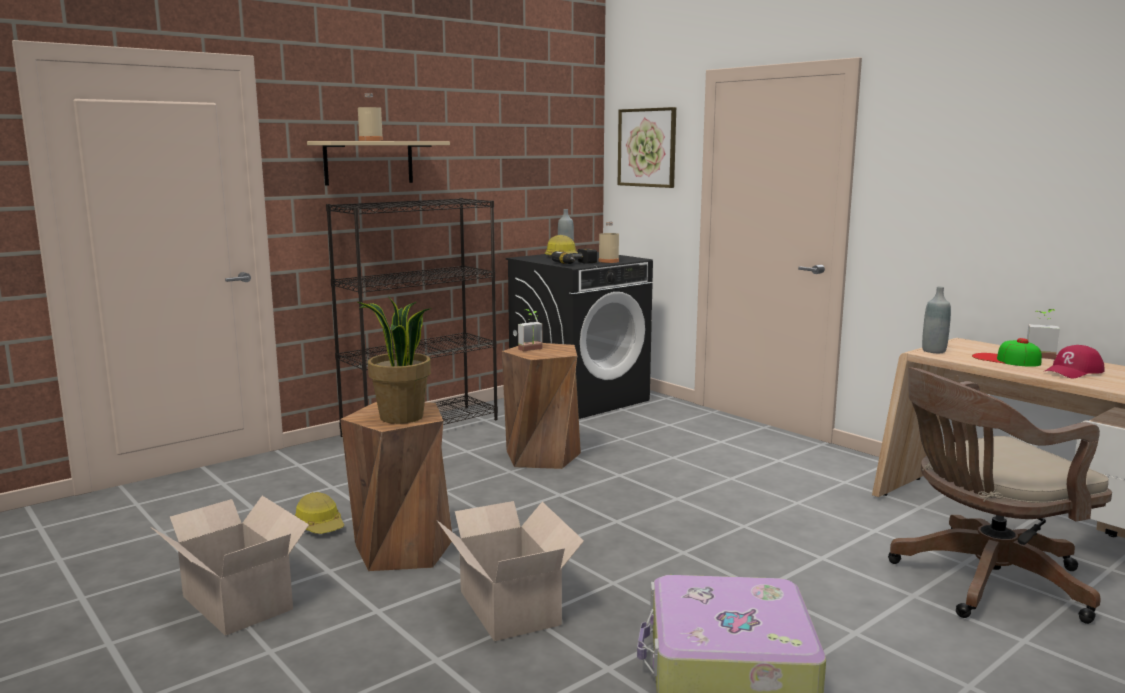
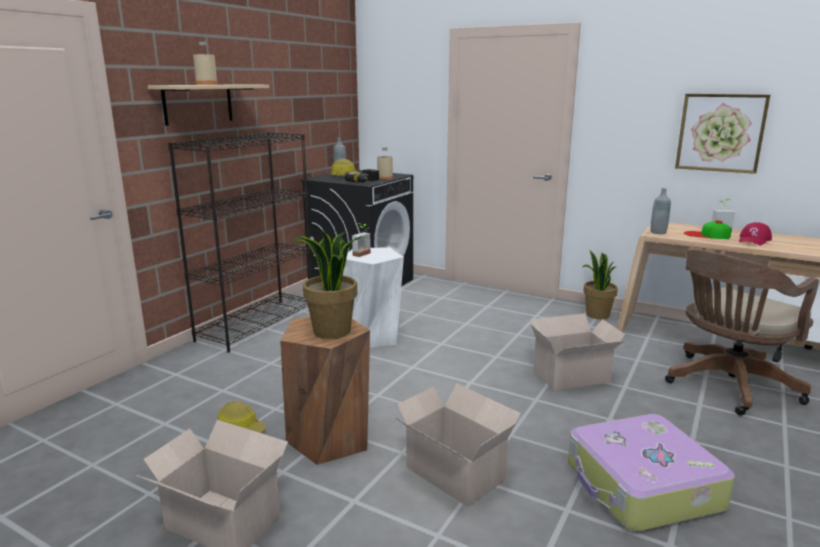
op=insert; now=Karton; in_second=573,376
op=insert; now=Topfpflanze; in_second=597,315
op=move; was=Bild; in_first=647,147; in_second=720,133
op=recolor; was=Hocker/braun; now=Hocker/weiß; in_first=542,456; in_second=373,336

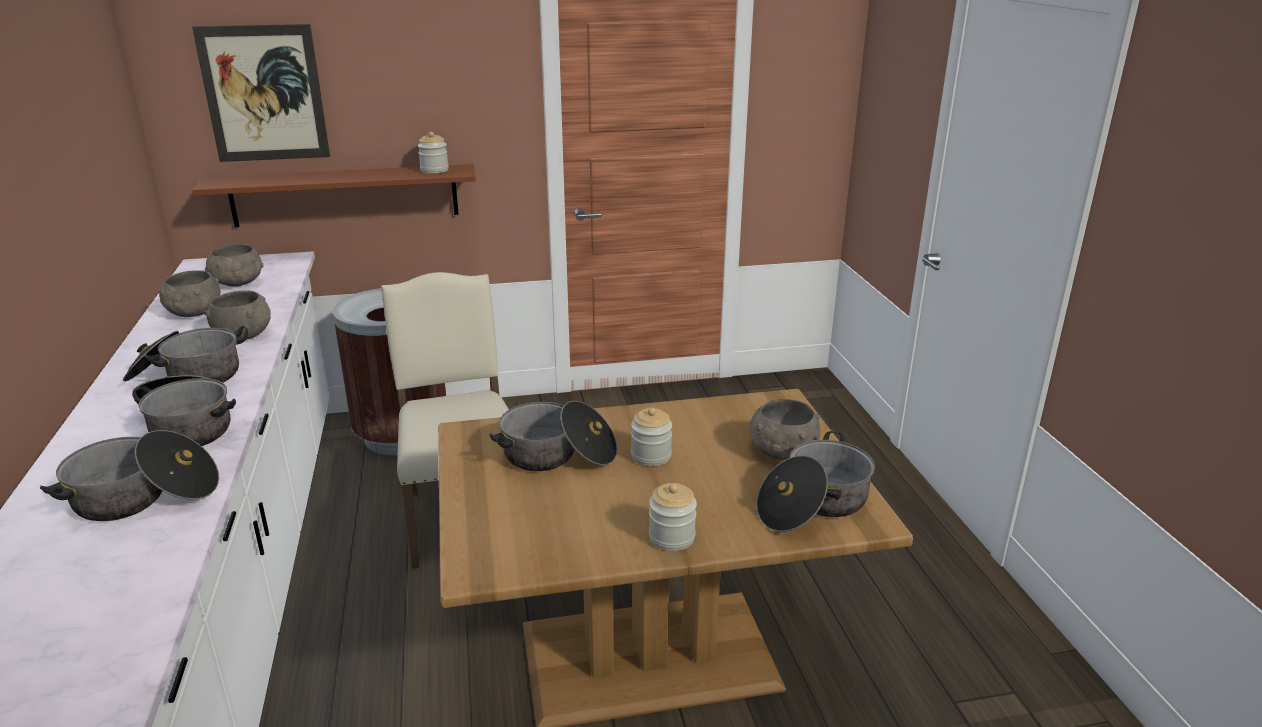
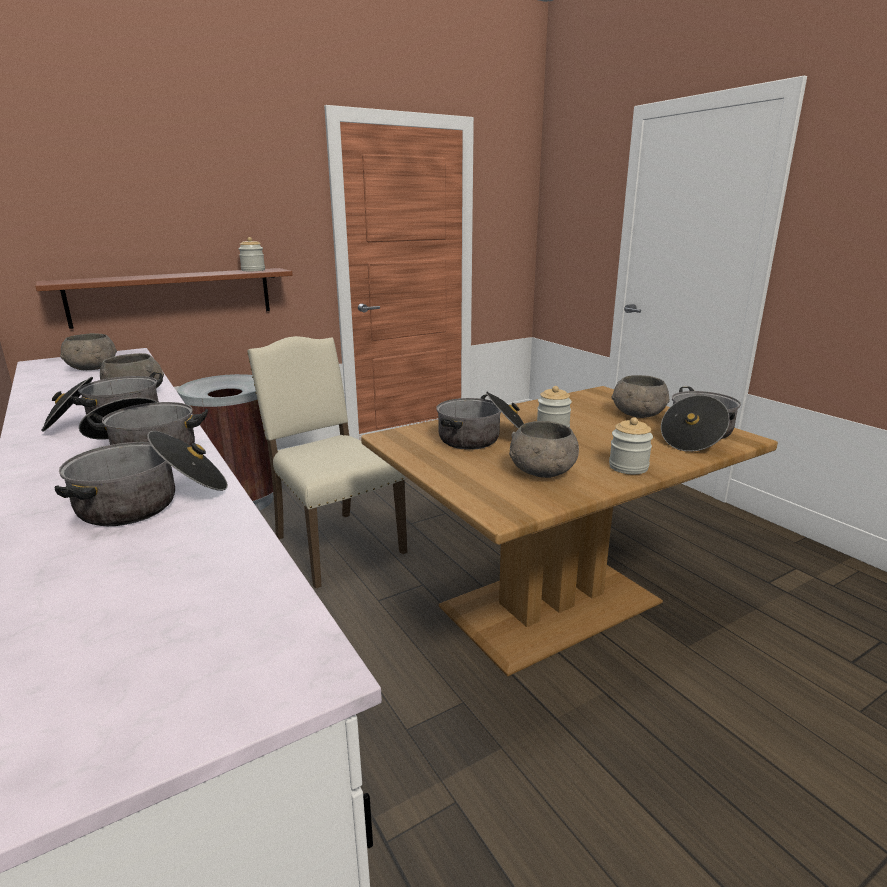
op=delete; was=Bild; in_first=264,94
op=move; was=Schüssel/grau; in_first=194,313; in_second=542,472

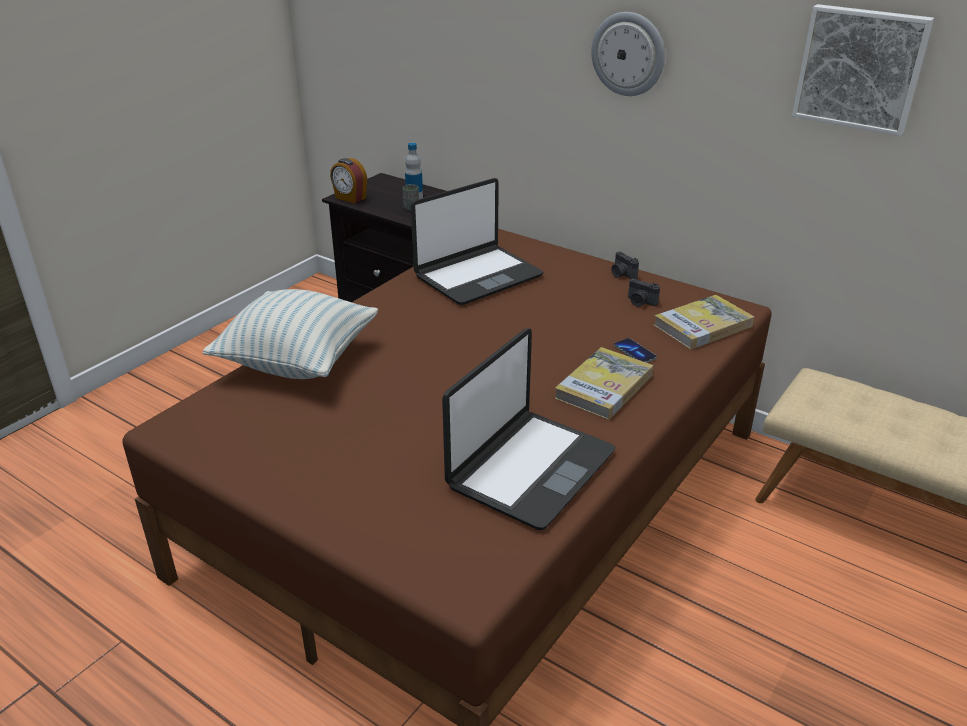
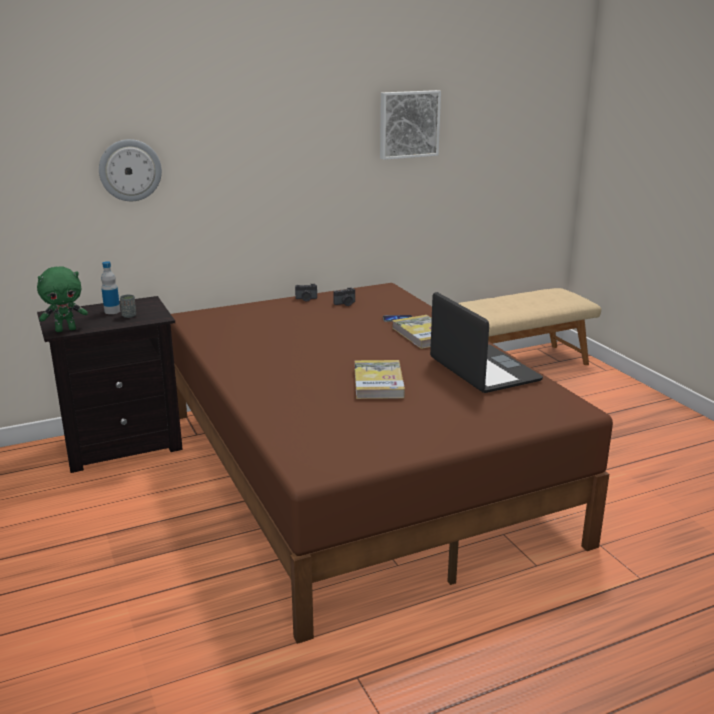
op=delete; was=Kissen; in_first=298,361
op=delete; was=Laptop; in_first=477,276
op=move; was=Wanduhr; in_first=628,54; in_second=130,170
op=move; was=Buch; in_first=703,326; in_second=378,383
op=replace; was=Wecker; now=Plüschtier/grün; in_first=350,198; in_second=66,330

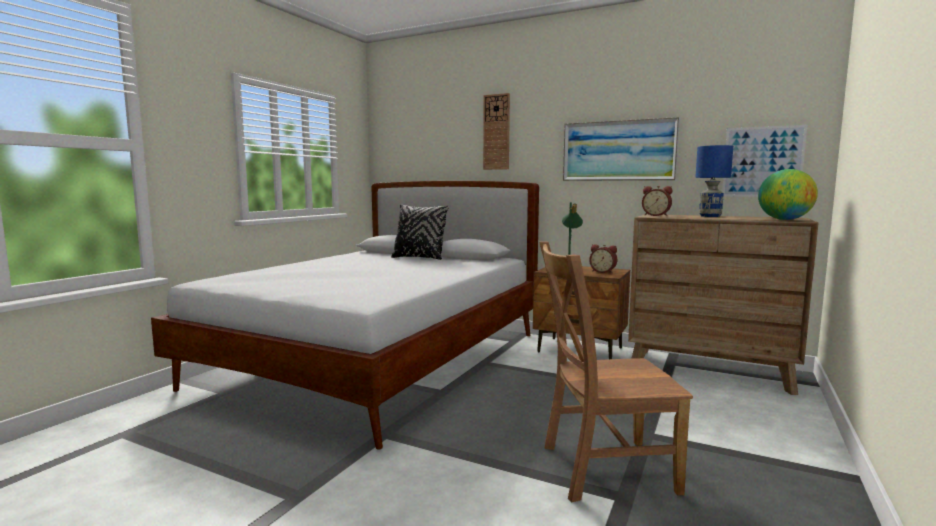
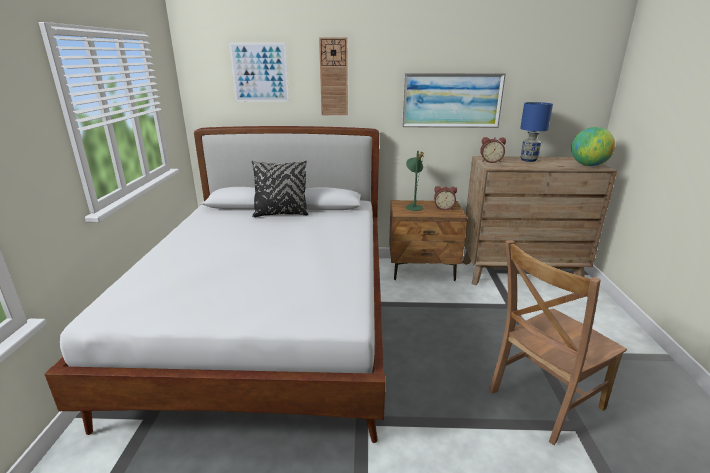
op=move; was=Bild; in_first=762,162; in_second=260,72

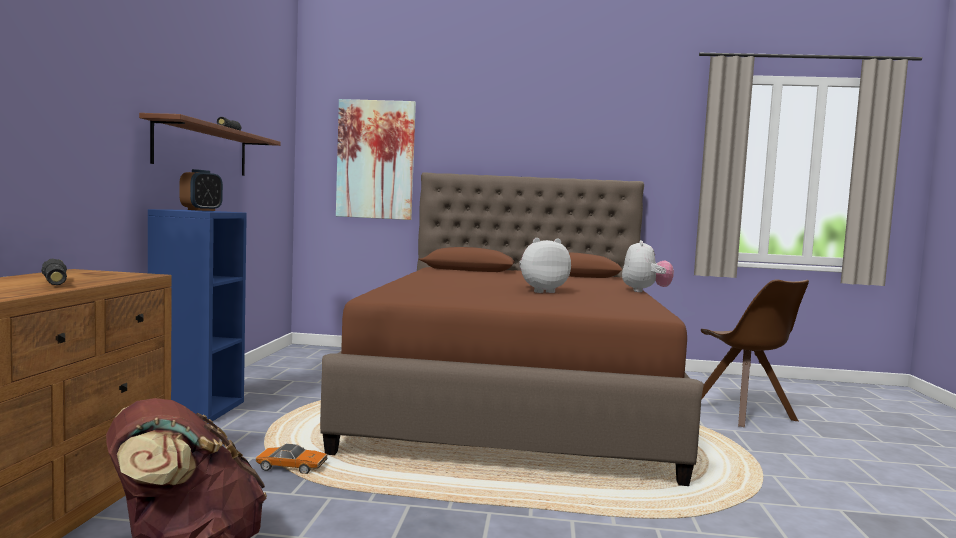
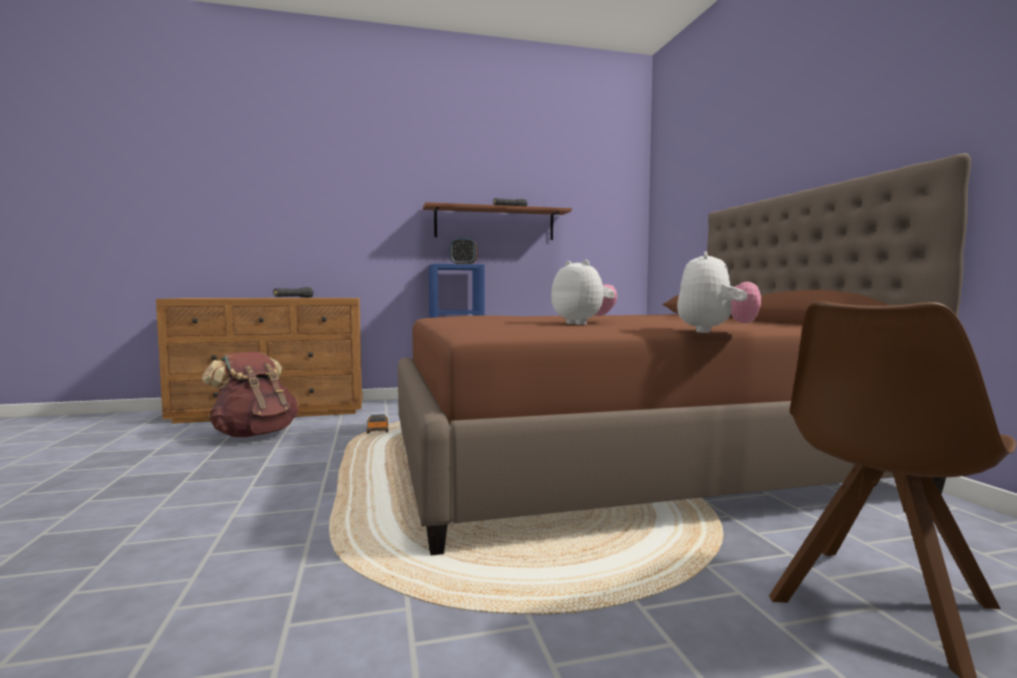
op=delete; was=Bild; in_first=375,159
op=rotate; was=Plüschtier; in_first=645,291; in_second=715,332; clockwise=-60

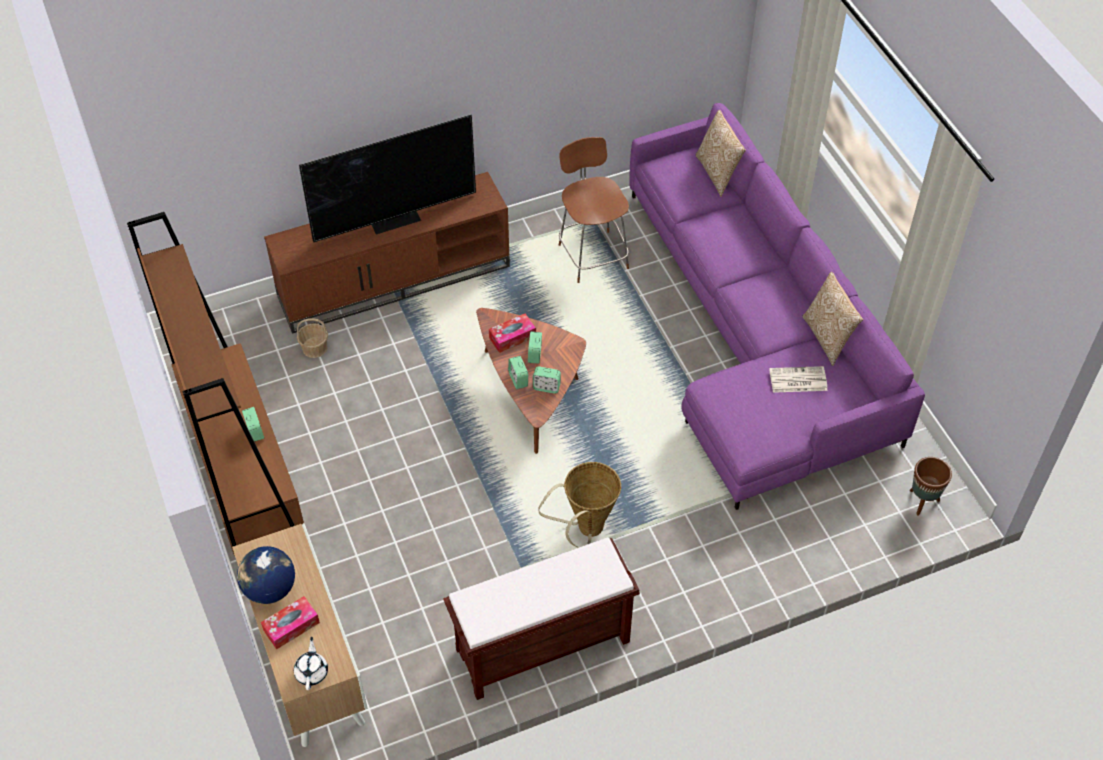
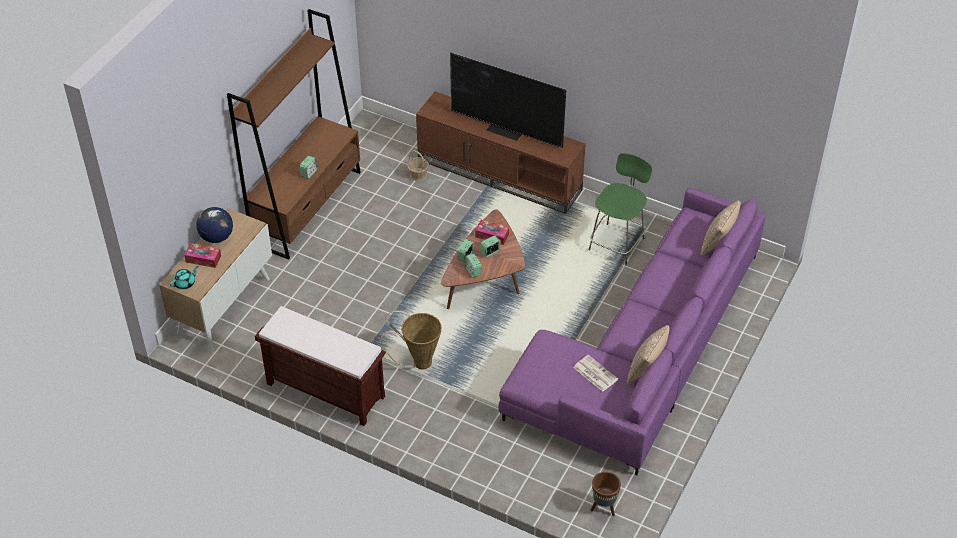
op=recolor; was=Teekanne/weiß; now=Teekanne/türkis; in_first=312,672; in_second=185,283
op=recolor; was=Hocker/braun; now=Hocker/grün; in_first=592,254; in_second=617,243

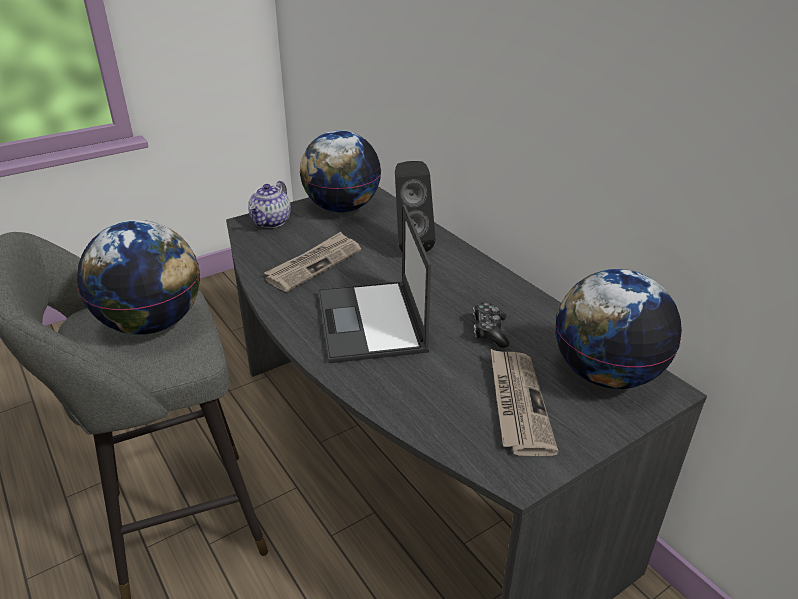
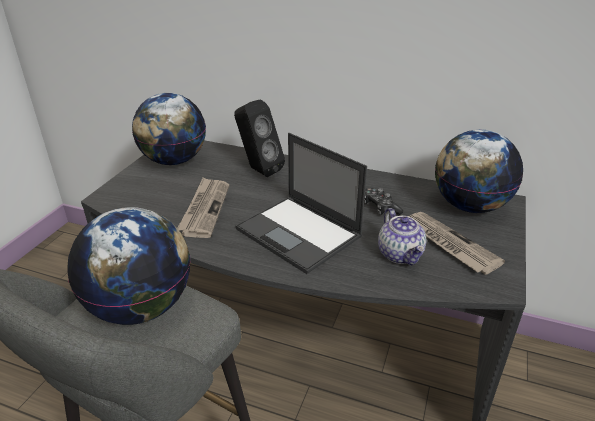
op=move; was=Teekanne; in_first=271,222; in_second=400,254

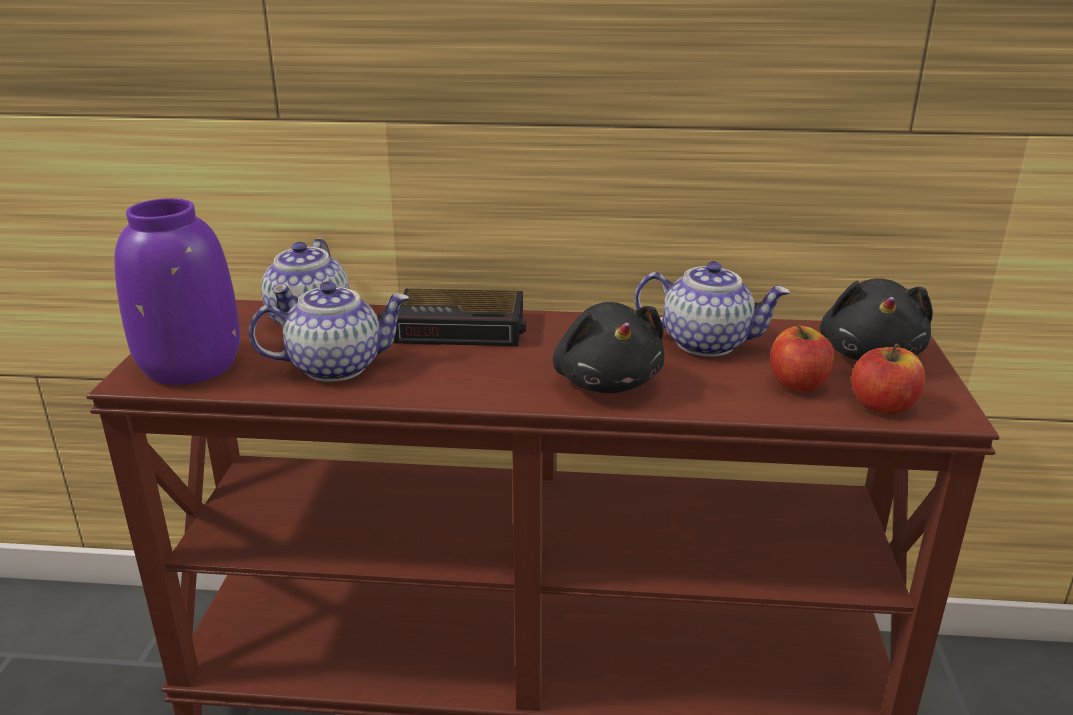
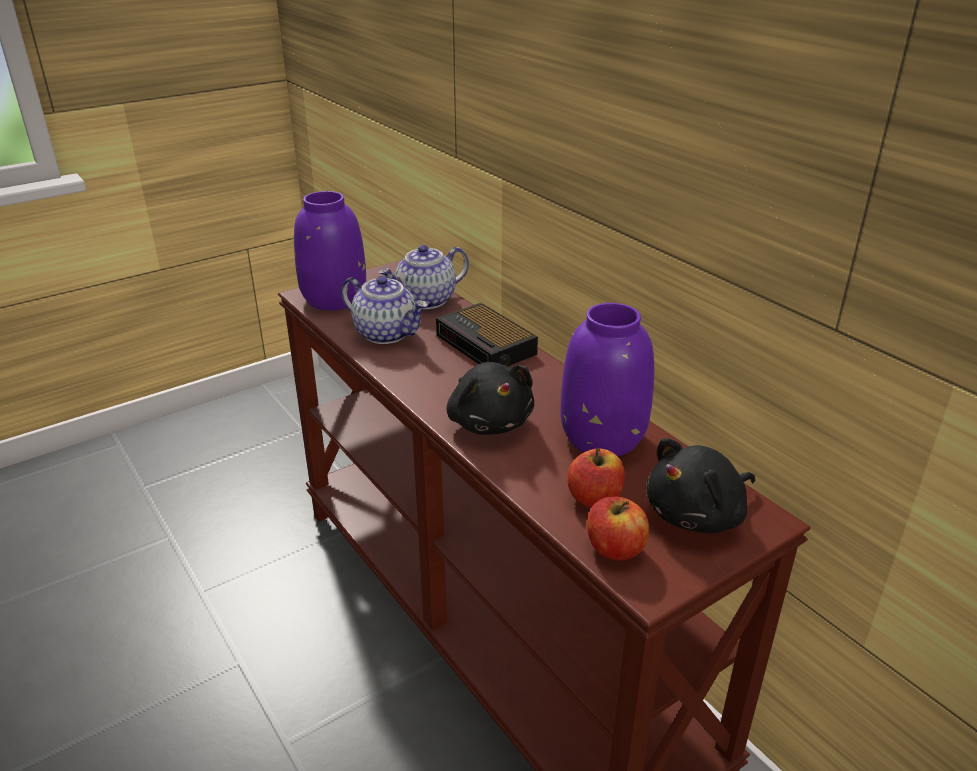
op=replace; was=Teekanne; now=Vase/lila; in_first=707,342; in_second=603,436
op=rotate; was=Plüschtier/schwarz; in_first=607,381; in_second=489,422; clockwise=-60

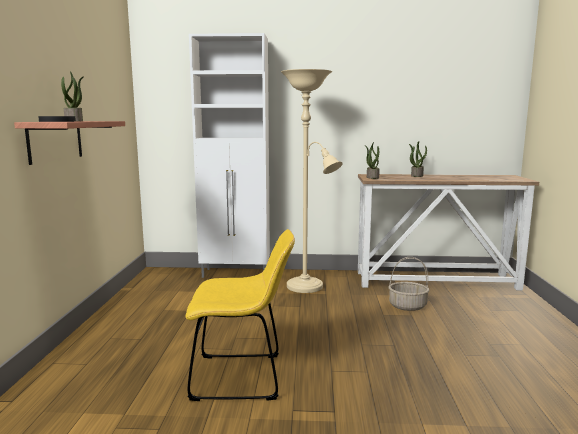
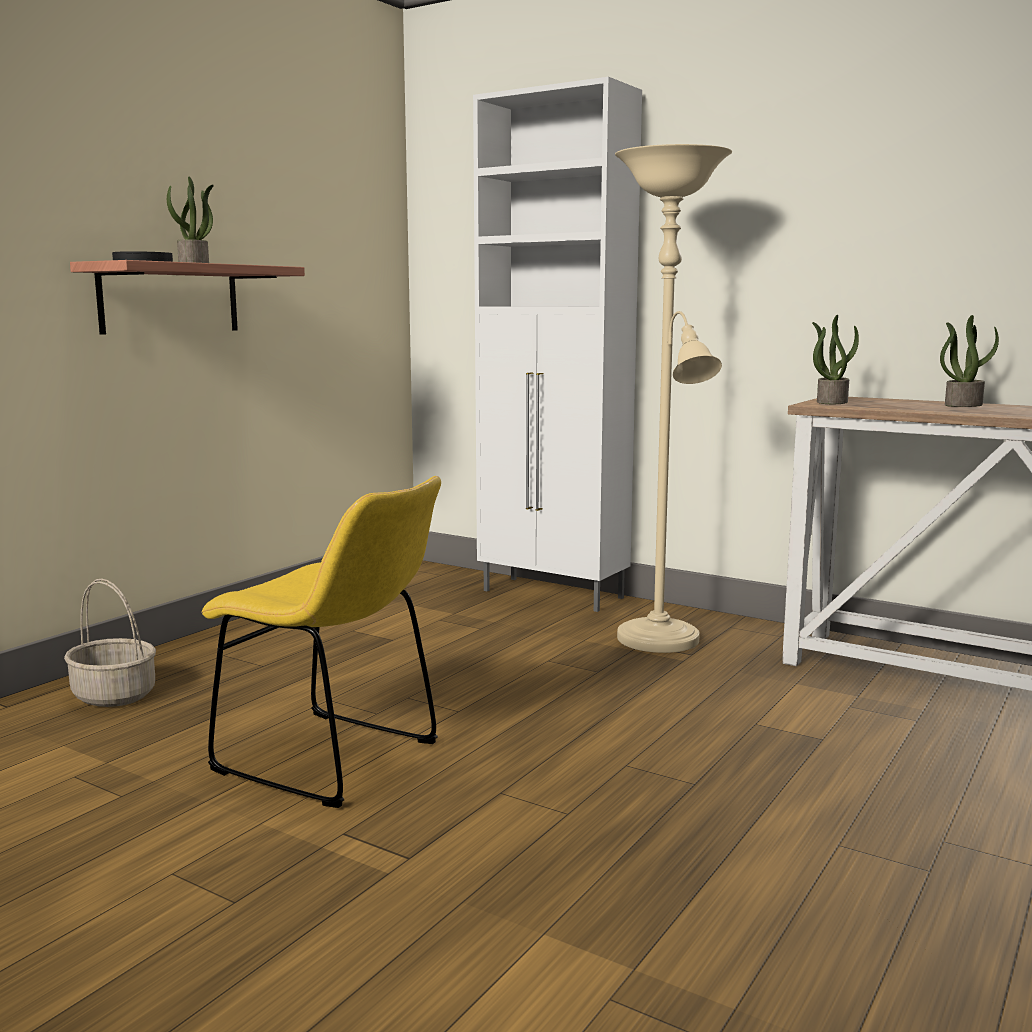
op=move; was=Korb; in_first=408,306; in_second=115,695

